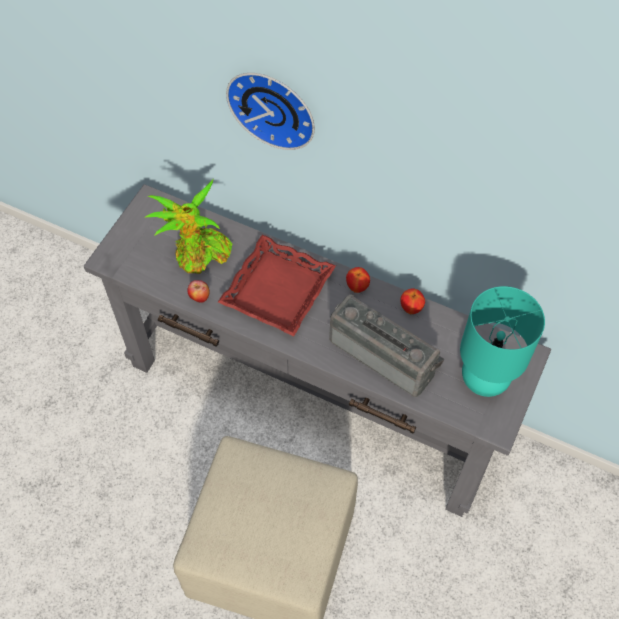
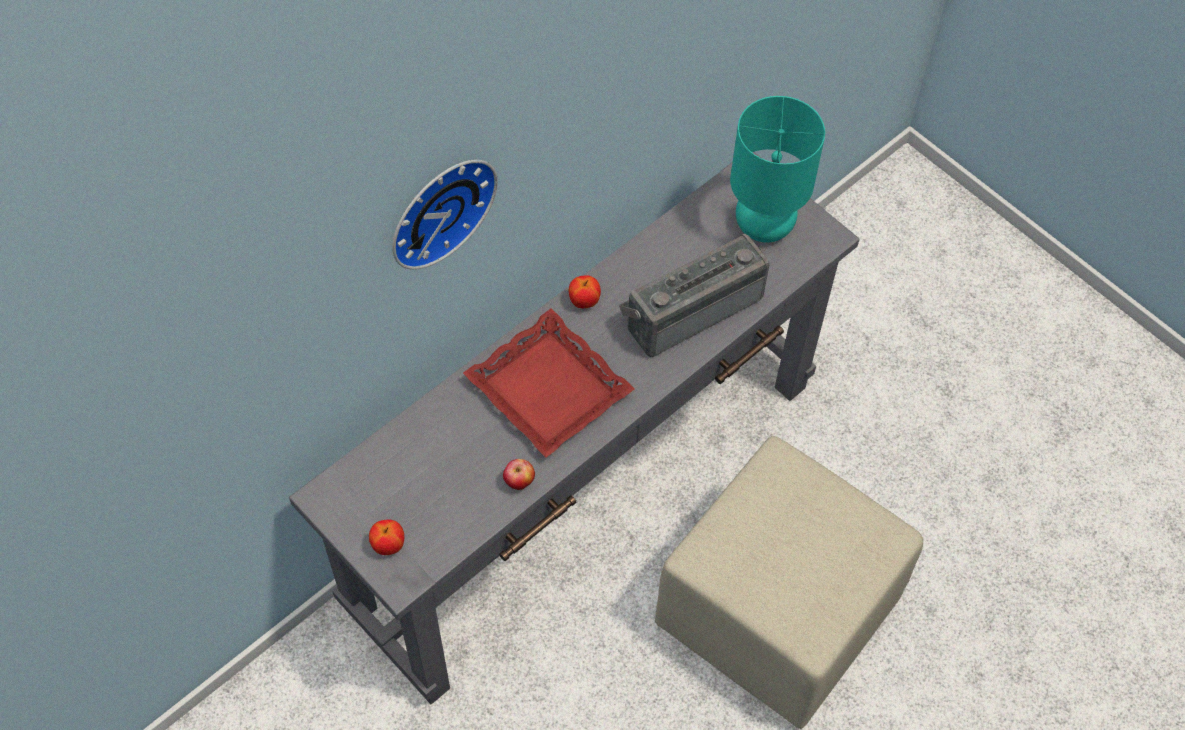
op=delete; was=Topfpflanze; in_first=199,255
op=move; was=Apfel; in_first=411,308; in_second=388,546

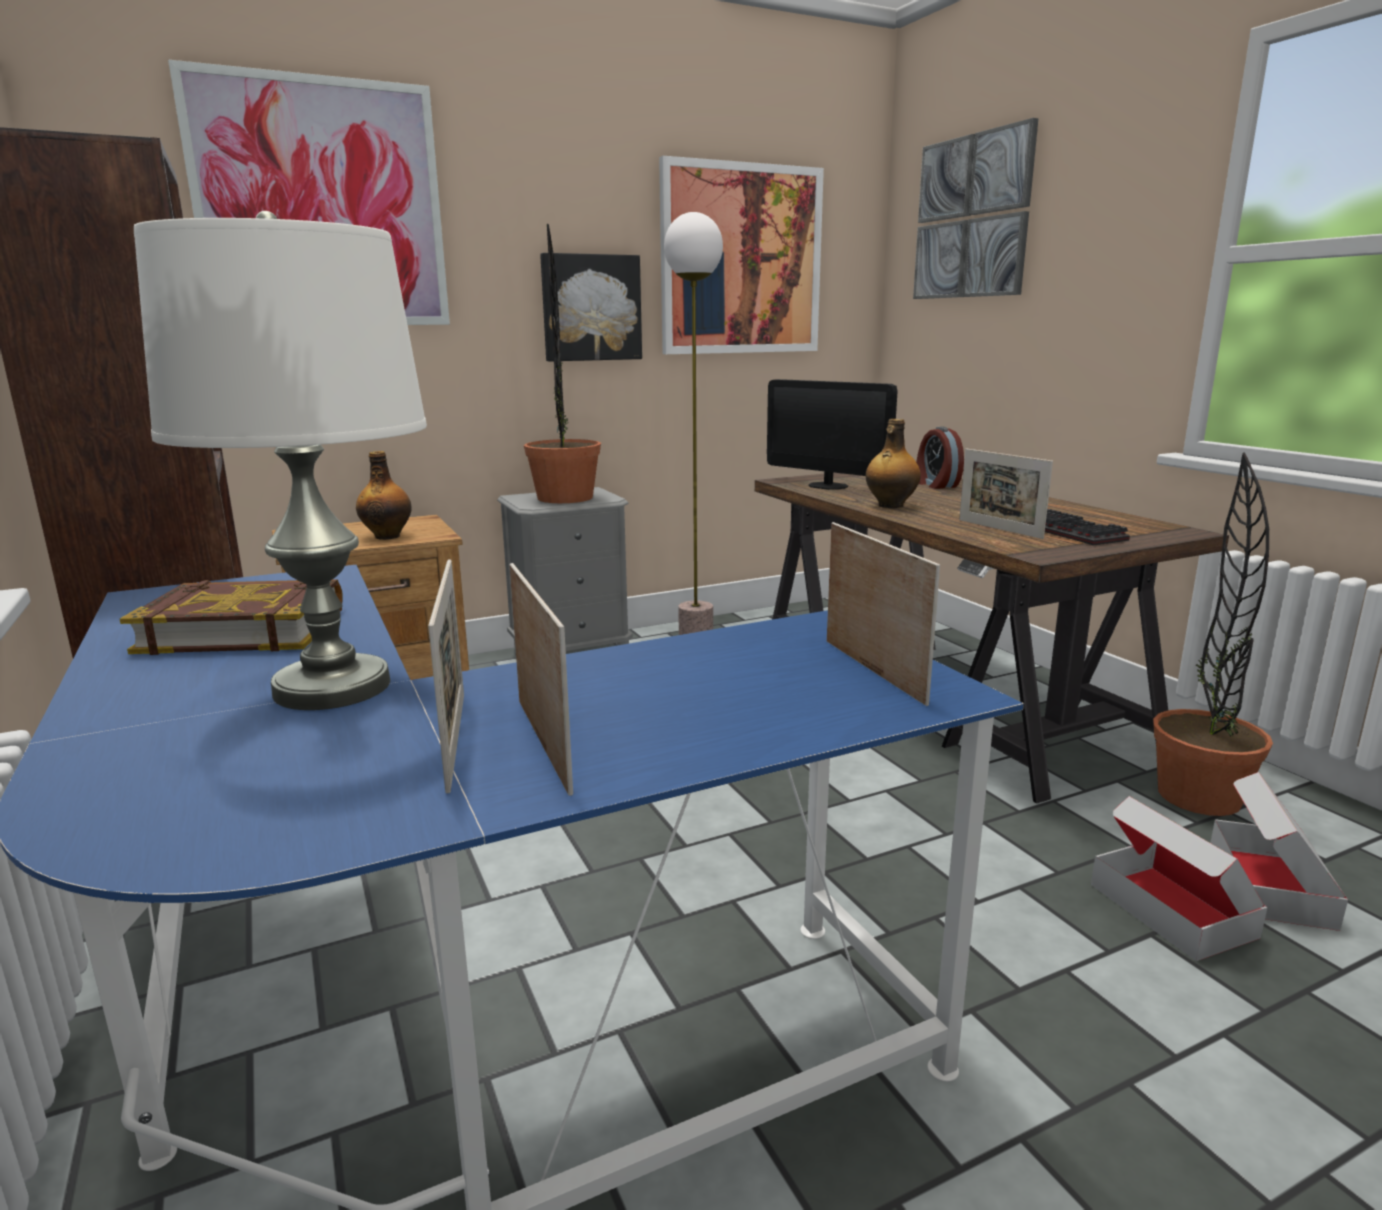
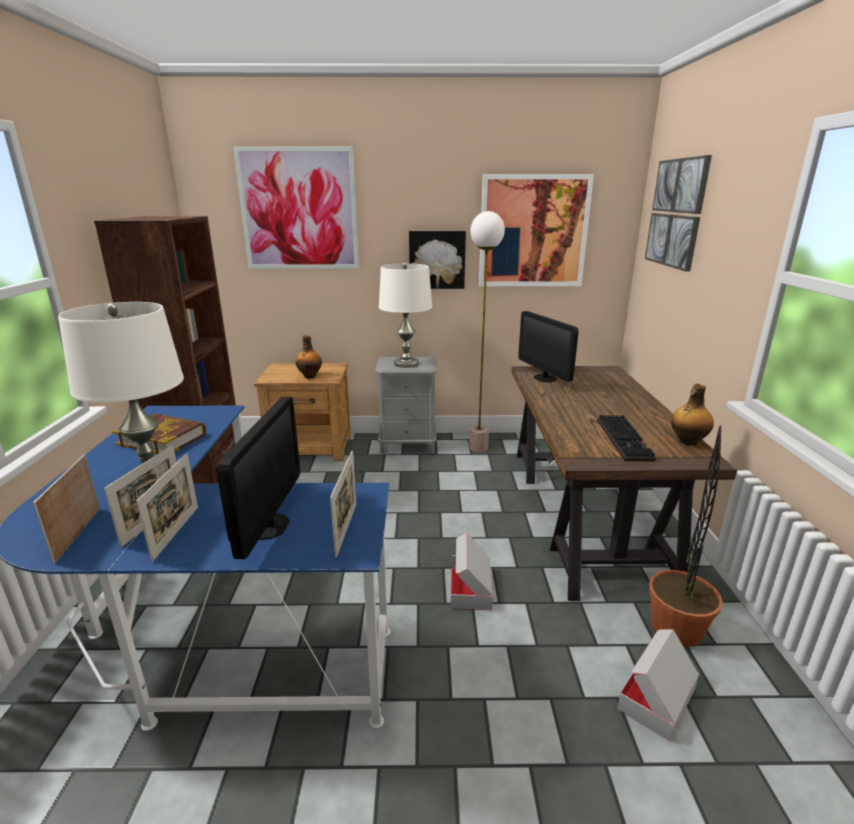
op=delete; was=Wecker; in_first=935,485
op=insert; now=Monitor; in_second=269,526
op=move; was=Flasche; in_first=890,506; in_second=687,441
op=move; was=Bilderrahmen; in_first=999,529; in_second=78,534
op=move; was=Karton; in_first=1172,910; in_second=470,588
op=replace; was=Topfpflanze; now=Tischlampe/weiß; in_first=565,498; in_second=406,364

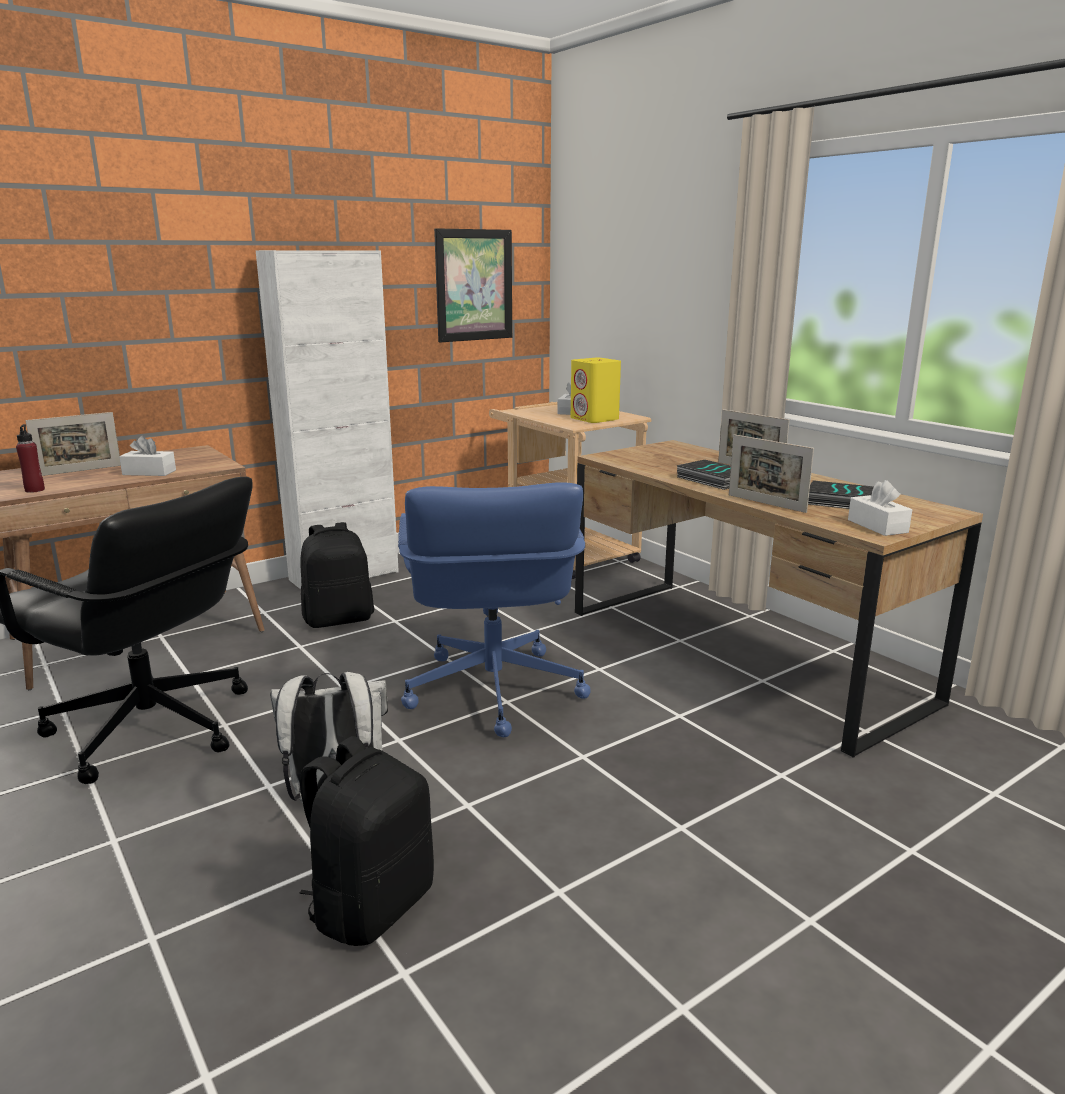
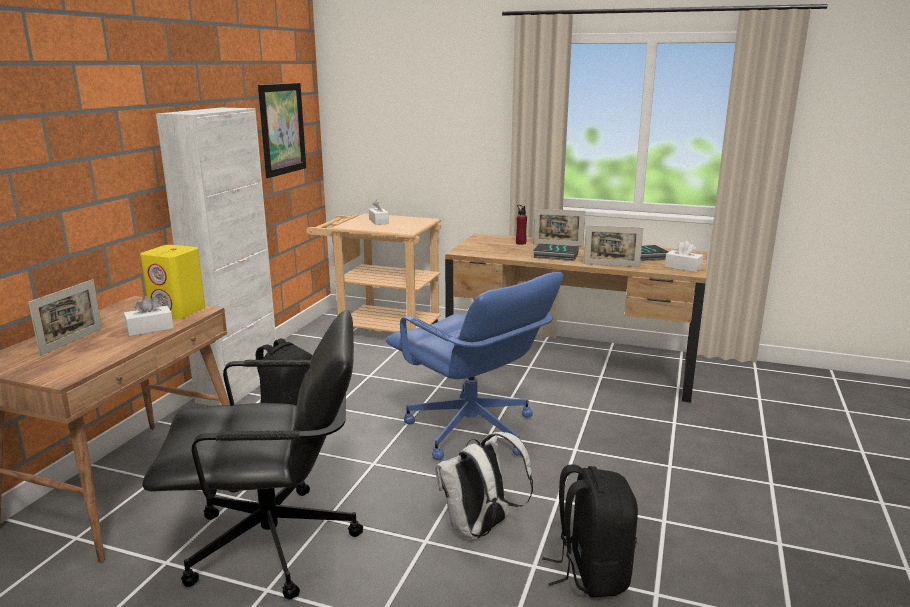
op=move; was=Flasche/rot; in_first=35,490; in_second=520,243
op=move; was=Lautsprecher/gelb; in_first=595,419; in_second=178,311

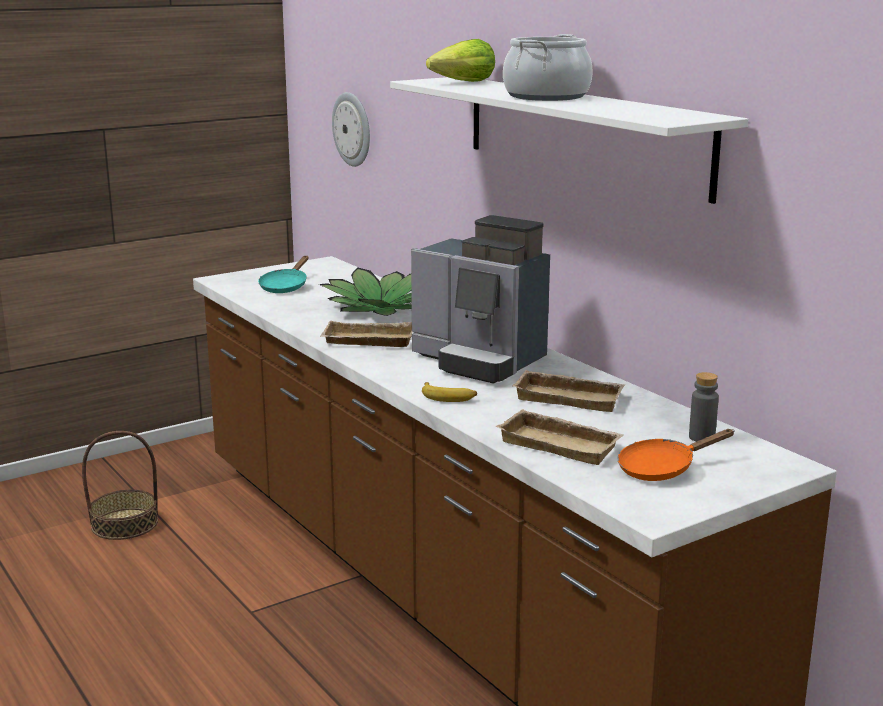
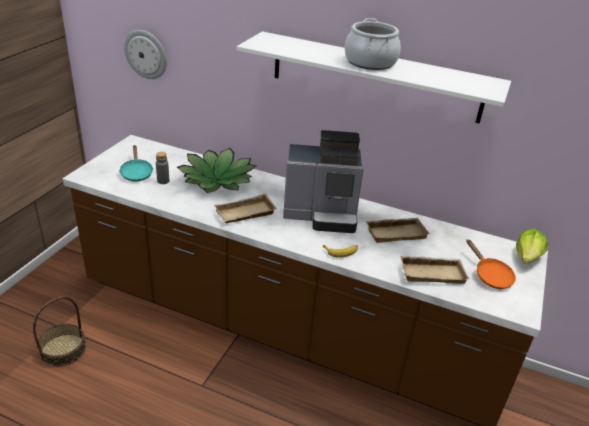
op=move; was=Salatkopf; in_first=464,82; in_second=527,257
op=move; was=Flasche/grau; in_first=701,437; in_second=163,181
op=rotate; was=Pfanne/orange; in_first=662,469; in_second=490,275; clockwise=-60

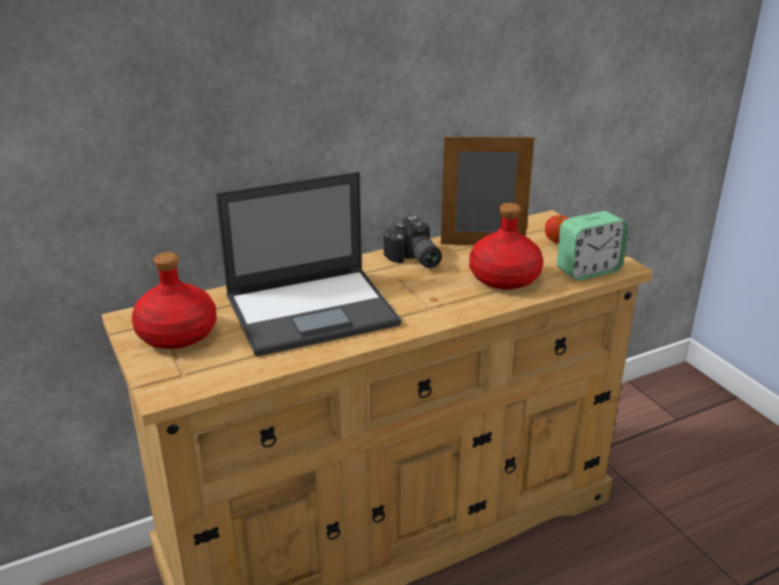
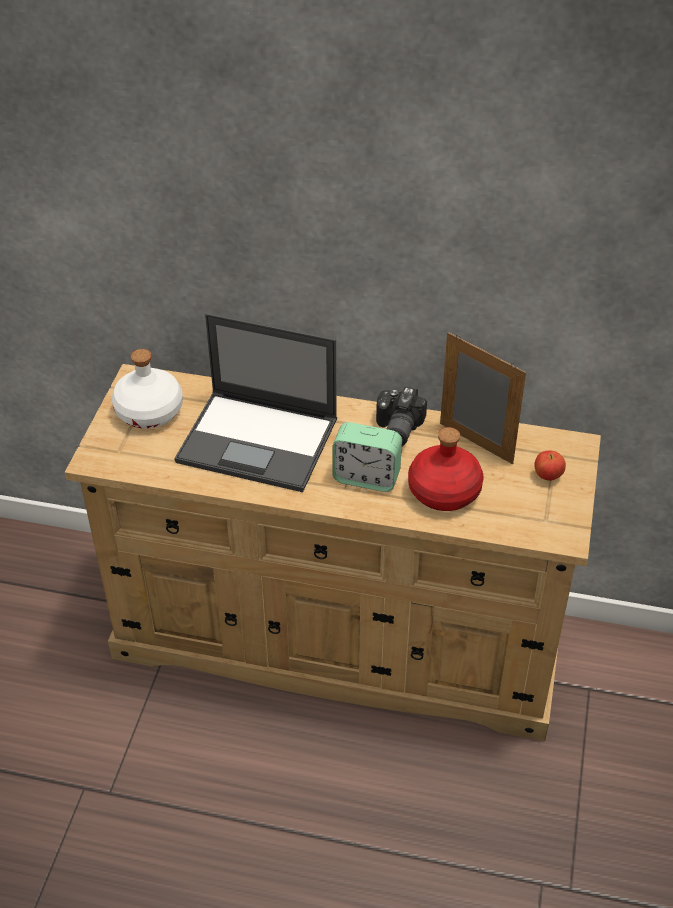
op=move; was=Wecker; in_first=588,270; in_second=366,477
op=recolor; was=Flasche/rot; now=Flasche/weiß; in_first=177,334; in_second=149,412

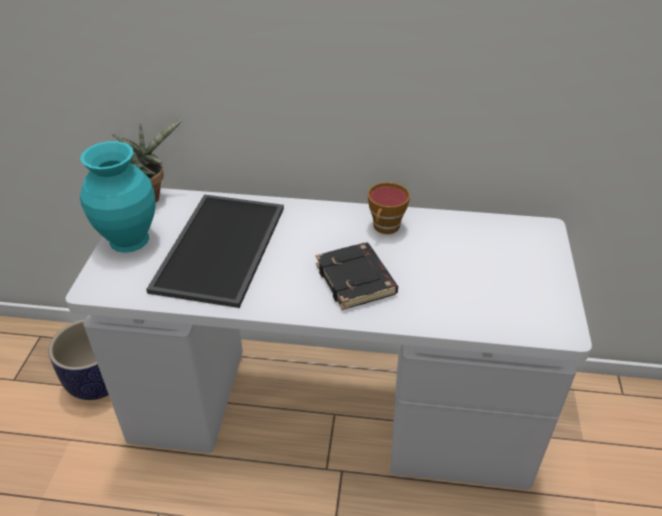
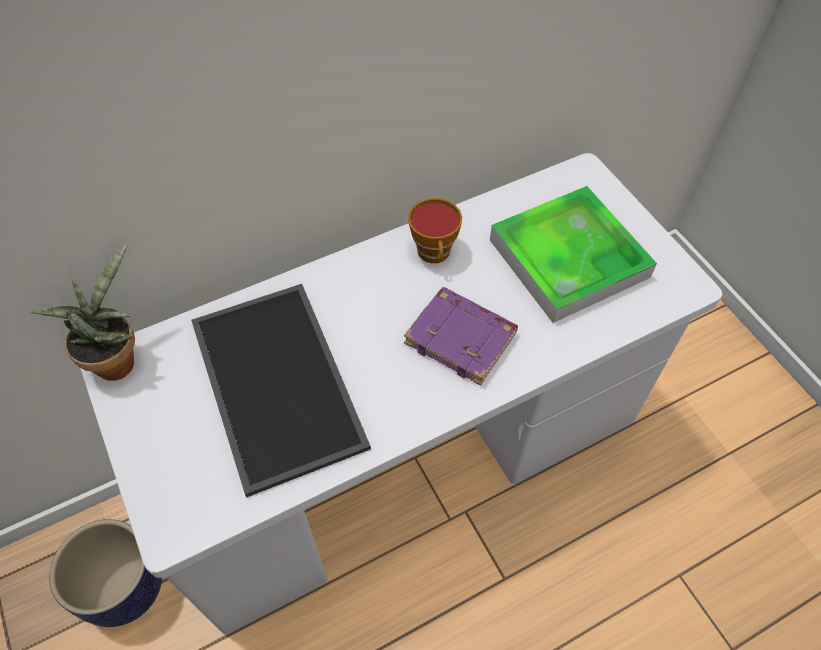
op=delete; was=Vase/türkis; in_first=128,239
op=insert; now=Tablett; in_second=568,258
op=recolor; was=Buch/schwarz; now=Buch/lila; in_first=357,280; in_second=462,338

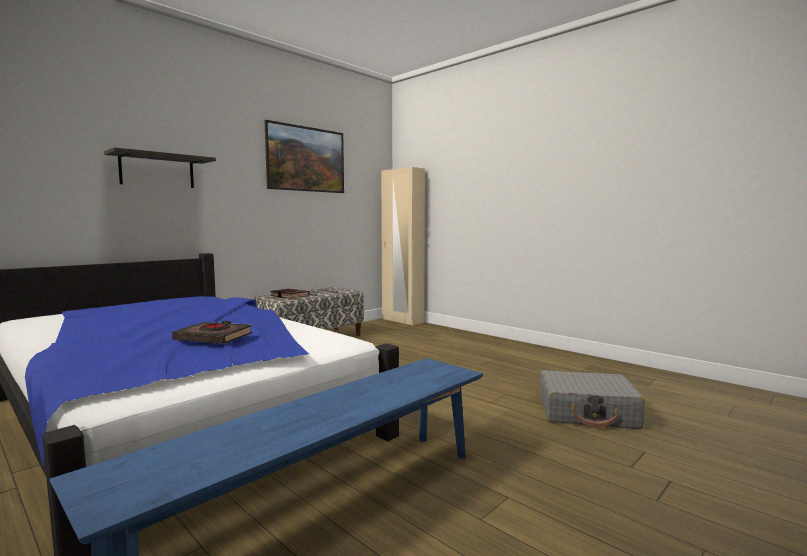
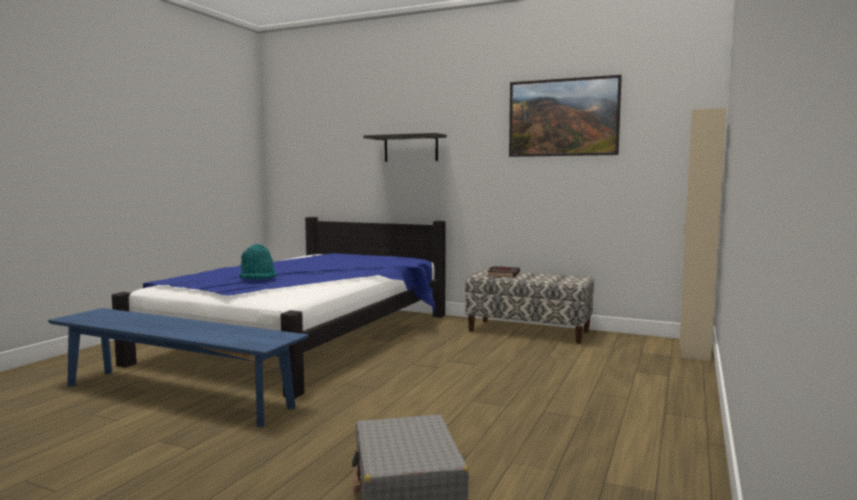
op=replace; was=Buch/schwarz; now=Hut/türkis; in_first=214,337; in_second=258,277

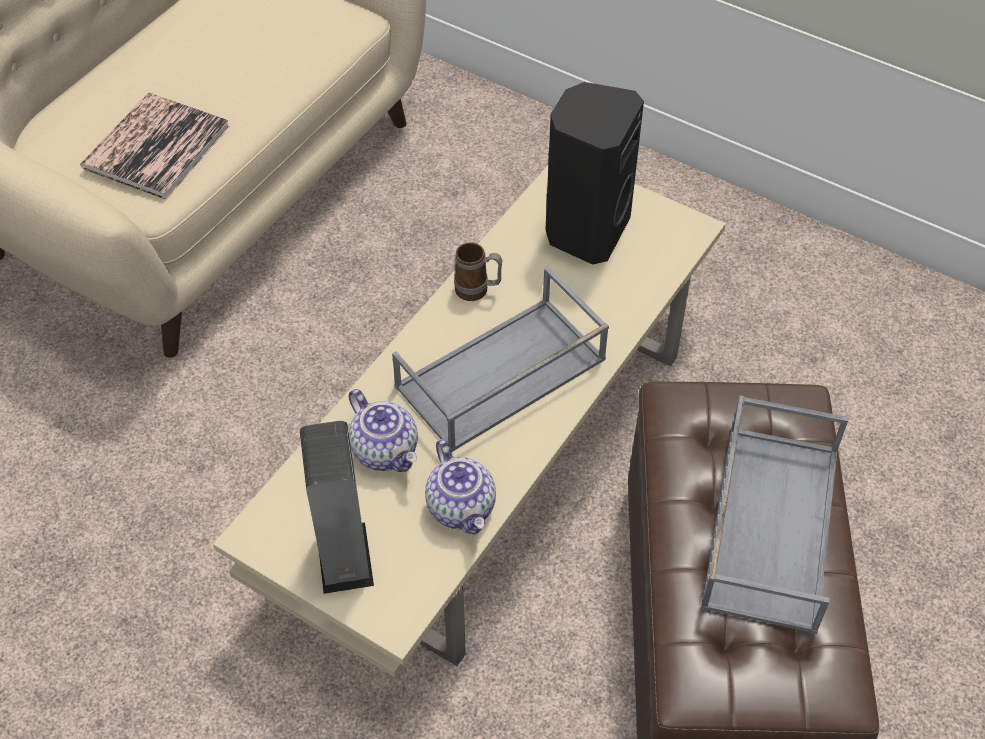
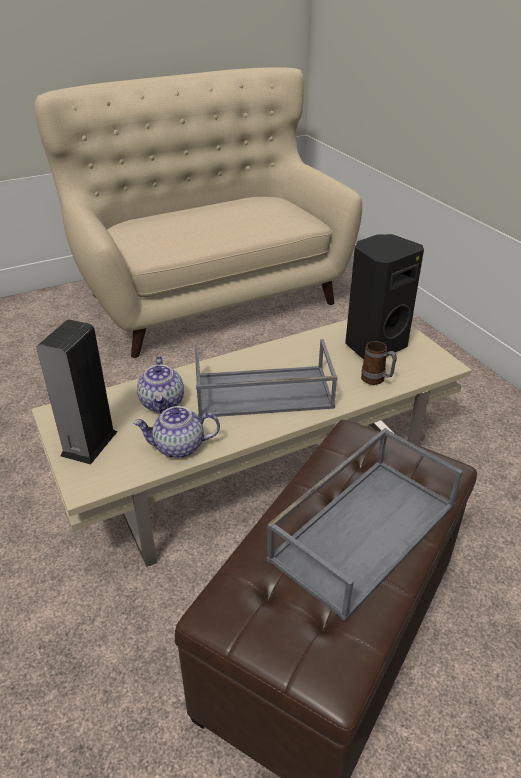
op=delete; was=Buch; in_first=156,147
op=move; was=Henkelbecher; in_first=478,291; in_second=376,380
op=rotate; was=Teekanne; in_first=462,507; in_second=178,447; clockwise=75

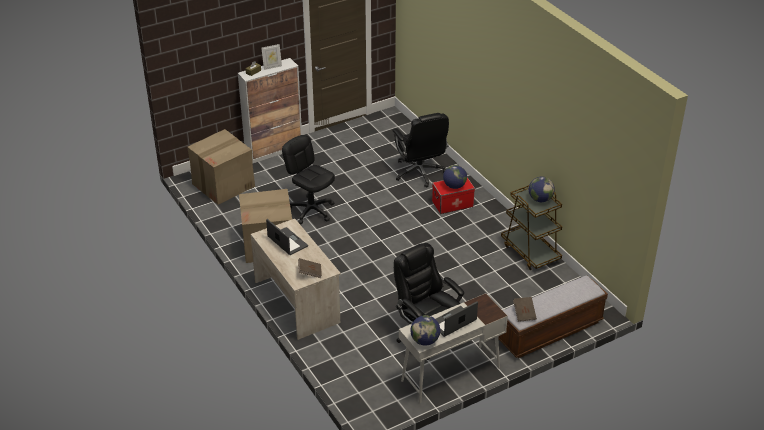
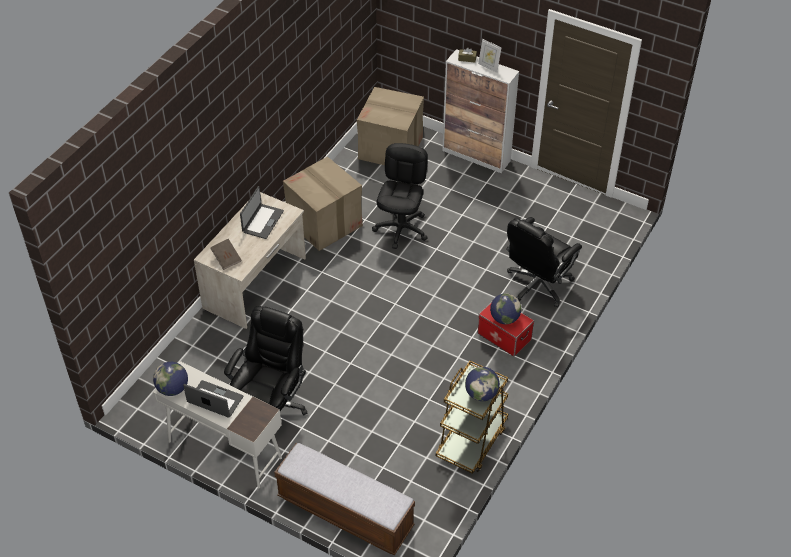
op=delete; was=Buch/braun; in_first=524,313

